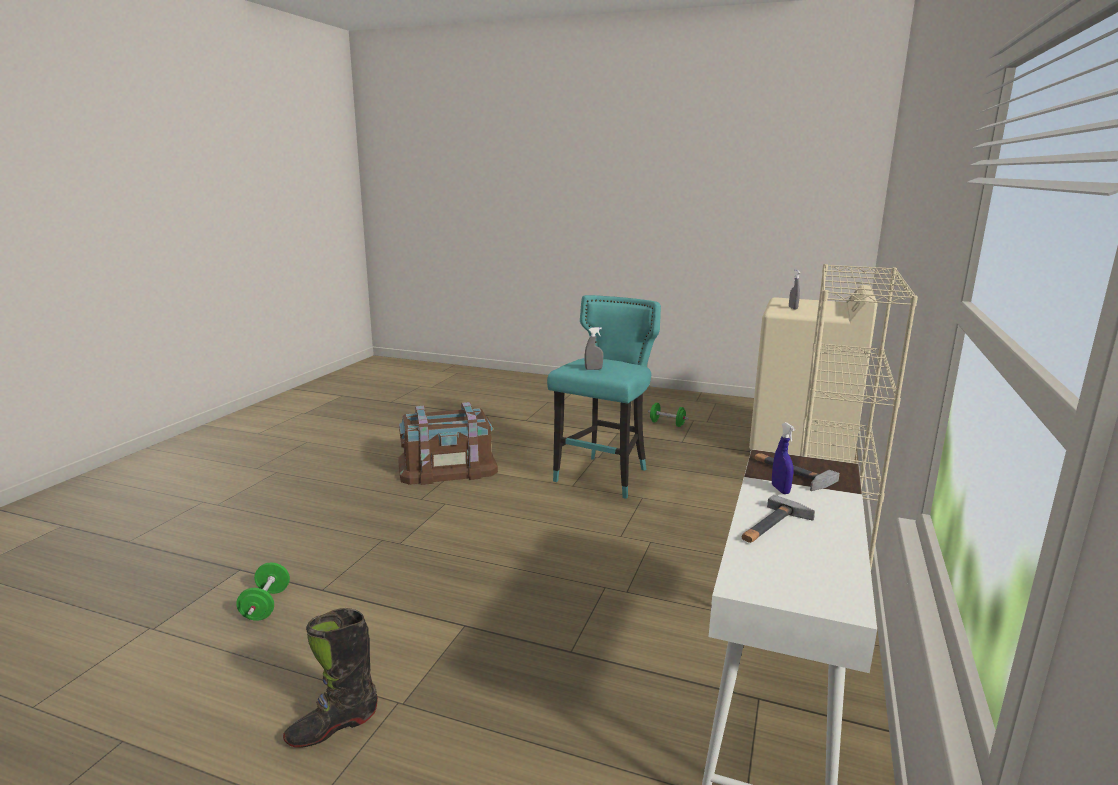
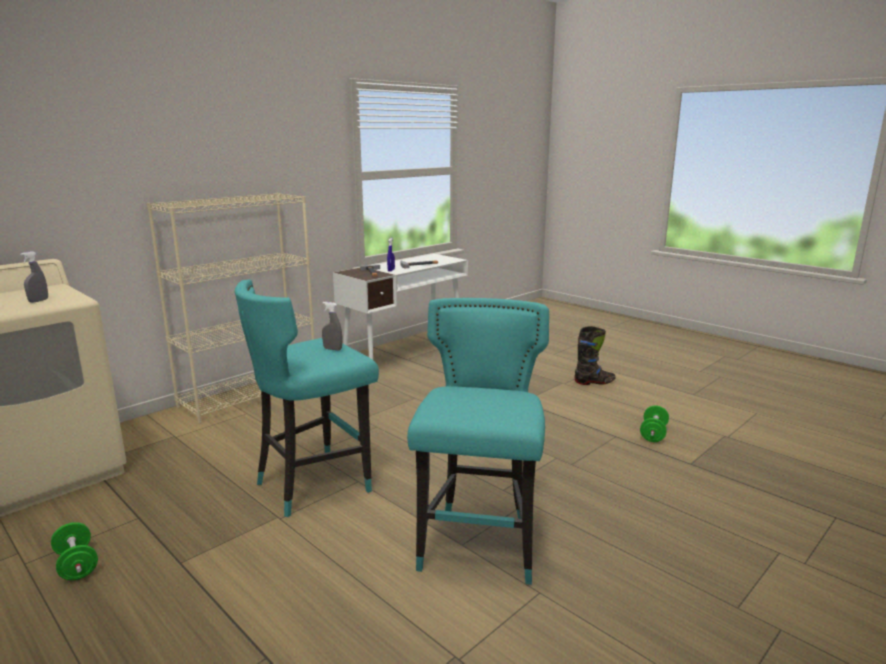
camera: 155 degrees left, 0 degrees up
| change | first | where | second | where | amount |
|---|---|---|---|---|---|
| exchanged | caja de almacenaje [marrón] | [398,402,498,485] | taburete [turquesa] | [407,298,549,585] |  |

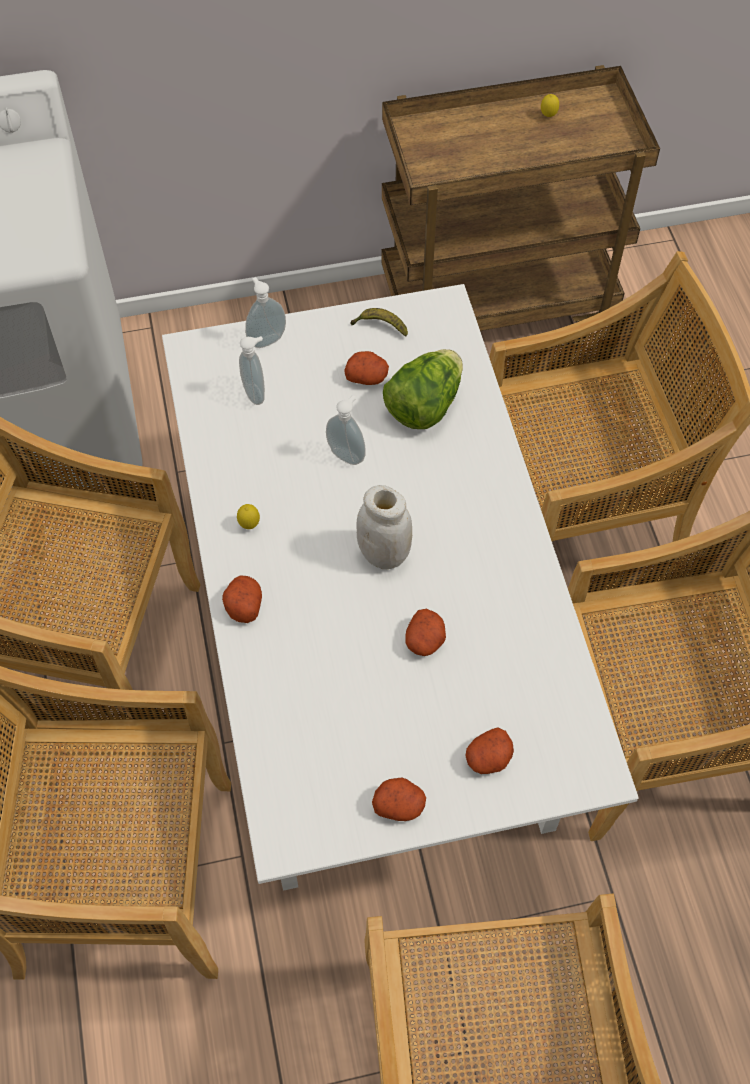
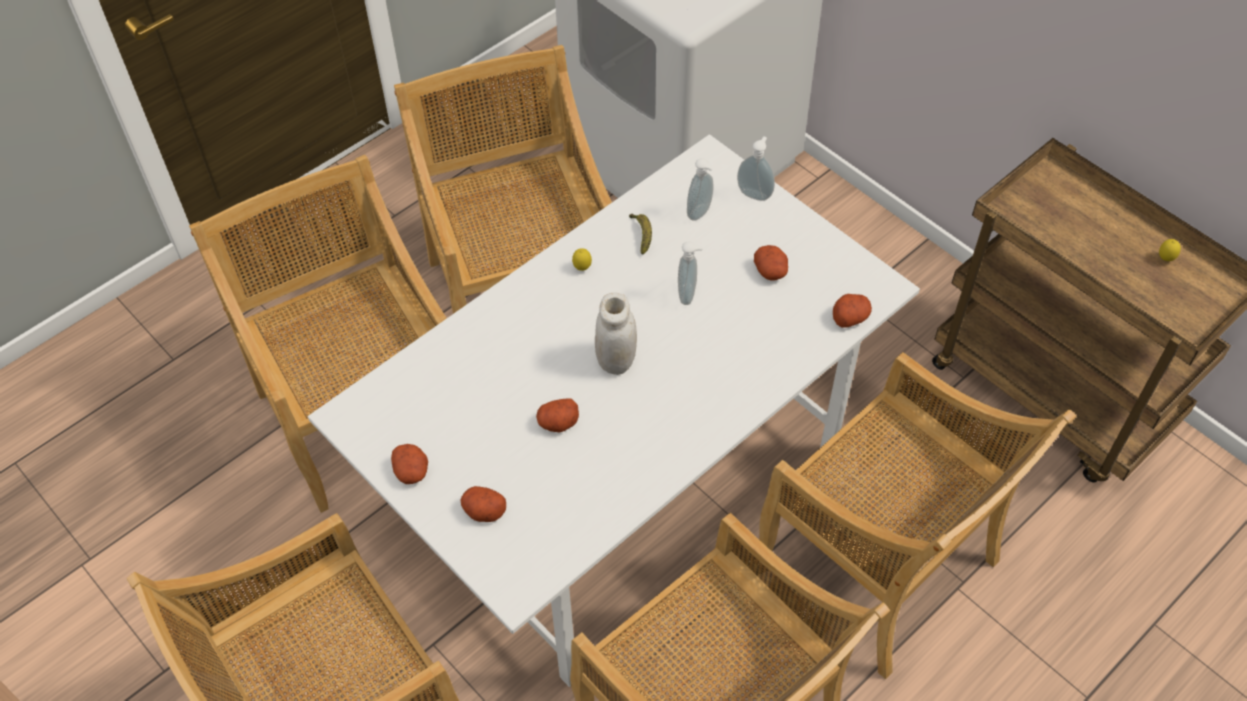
camera: 60 degrees right, 5 degrees down
| change | first | where | second | where | amount |
|---|---|---|---|---|---|
| relocated | plátano | [350,308,408,336] |  | [629,214,652,255] |  |
| relocated | patata | [222,575,262,623] |  | [833,294,872,328] |  |
| missing | lechuga | [383,349,463,429] |  |  |  |

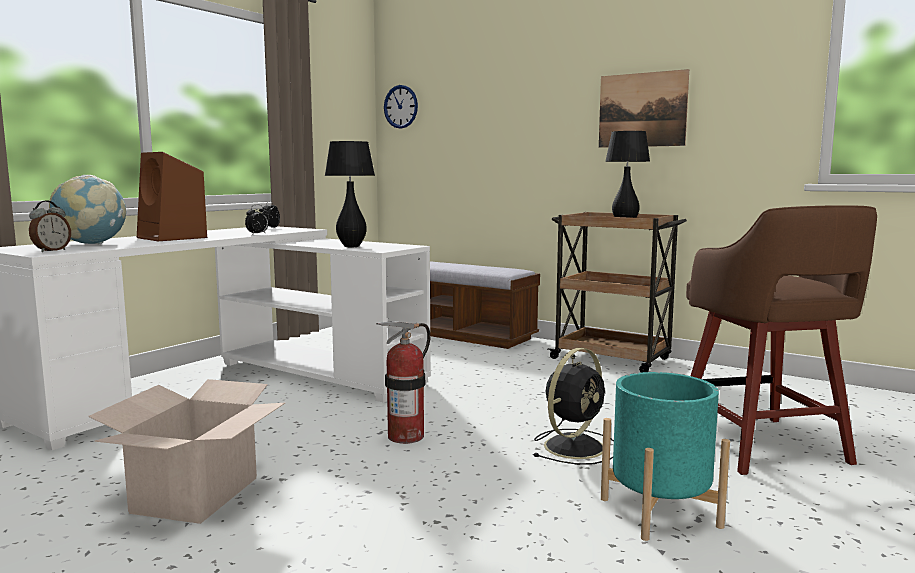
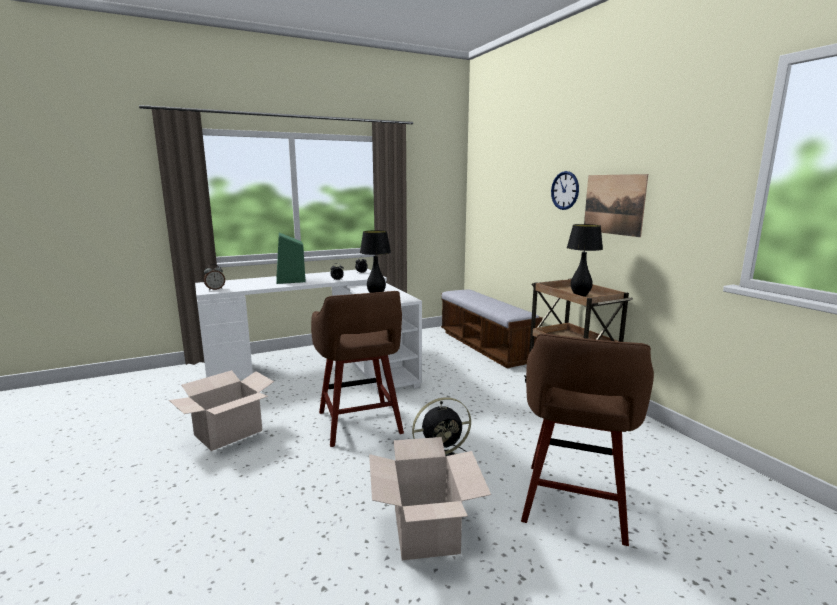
camera: 30 degrees right, 5 degrees up
| change | first | where | second | where | amount |
|---|---|---|---|---|---|
| colour | altavoz [marrón] | [137,152,207,241] | altavoz [verde] | [276,233,306,284] |  |
| exchanged | extintor | [376,321,430,444] | taburete [marrón] | [311,291,404,447] |  |
| exchanged | maceta [turquesa] | [601,372,730,541] | caja de cartón | [369,437,491,560] |  |
| relocated | reloj de pared | [384,85,418,129] |  | [551,171,579,210] |  |
| missing | globo terráqueo | [49,175,126,244] |  |  |  |

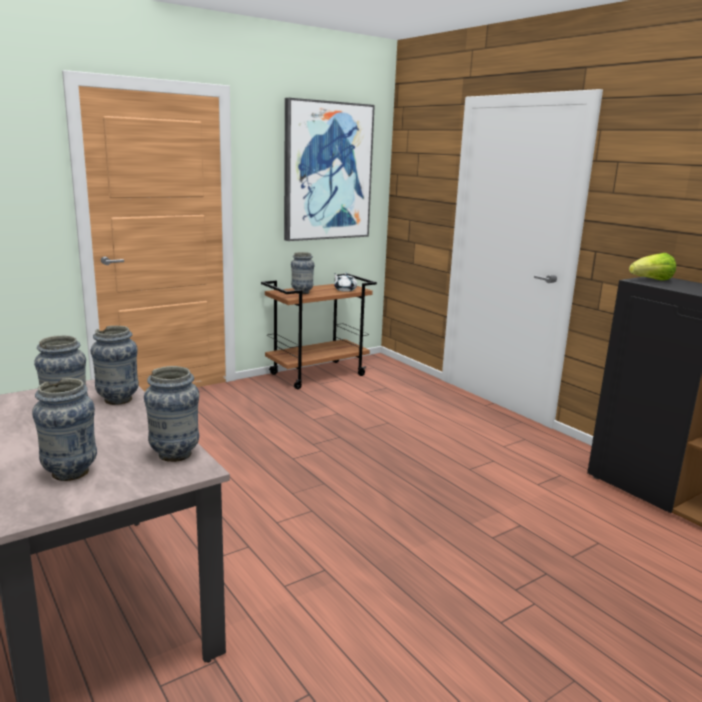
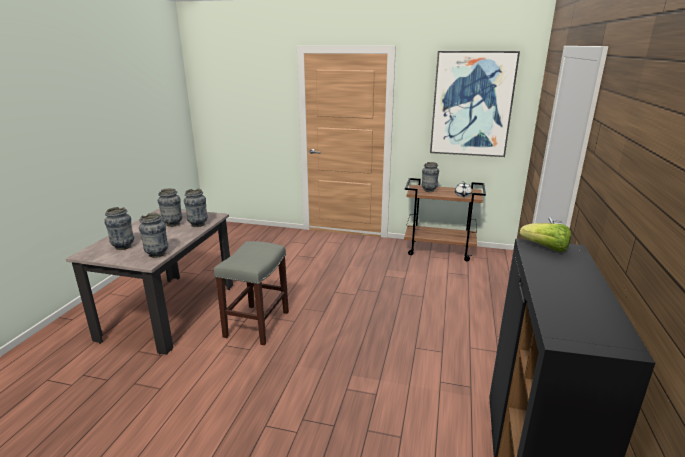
camera: 50 degrees right, 5 degrees up
| change | first | where | second | where | amount |
|---|---|---|---|---|---|
| appeared |  |  | taburete [gris] | [214,241,289,345] |  |

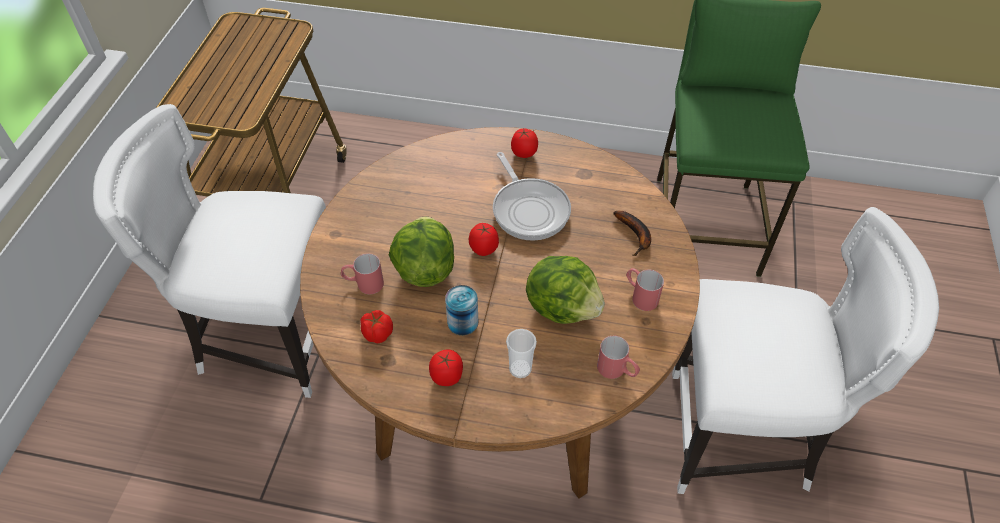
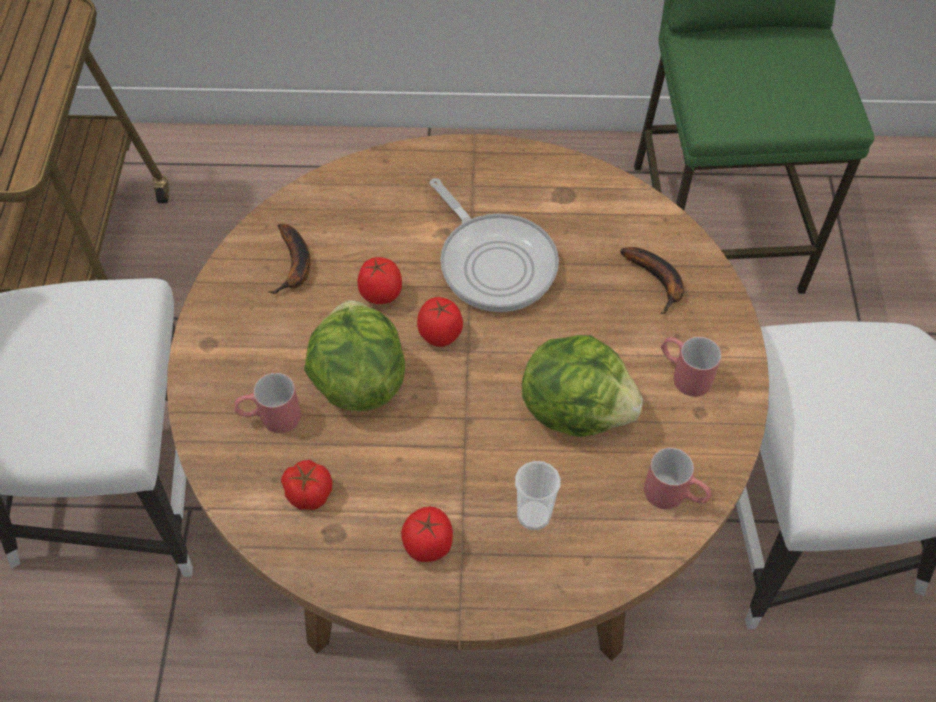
camera: 10 degrees left, 5 degrees up
| change | first | where | second | where | amount |
|---|---|---|---|---|---|
| appeared |  |  | plátano | [268,224,311,294] |  |
| relocated | tomate | [511,129,538,158] |  | [357,257,402,304] |  |
| missing | lata | [445,285,478,335] |  |  |  |

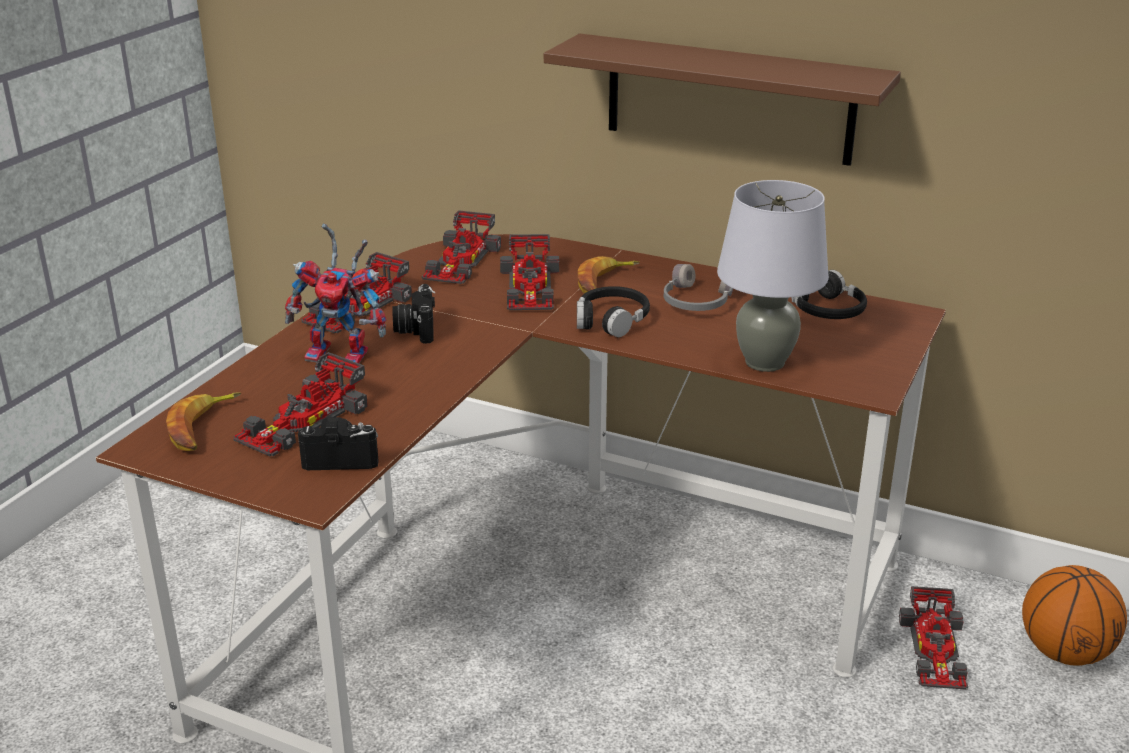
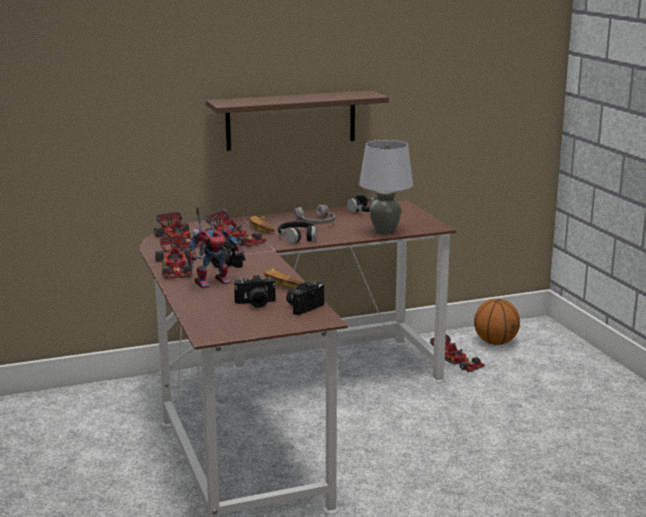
camera: 45 degrees left, 10 degrees down
| change | first | where | second | where | amount |
|---|---|---|---|---|---|
| exchanged | coche de juguete | [233,352,368,456] | cámara | [234,275,276,308] |  |
| relocated | plátano | [166,392,241,451] |  | [264,267,304,288] |  |

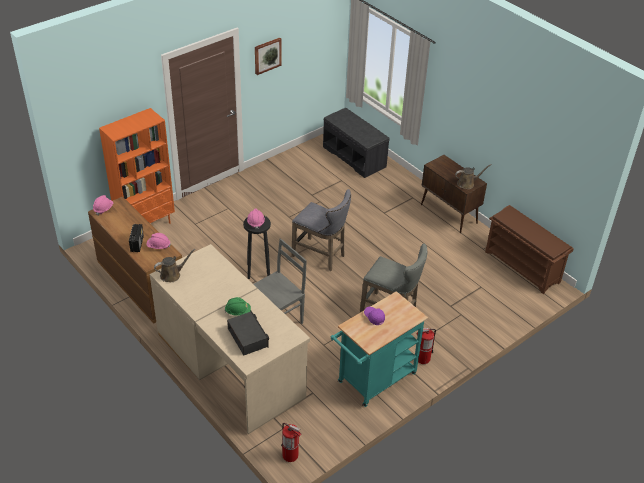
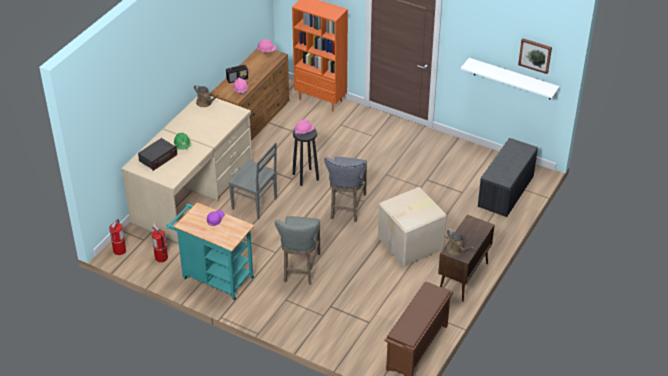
camera: 70 degrees right, 0 degrees up
| change | first | where | second | where | amount |
|---|---|---|---|---|---|
| relocated | extintor | [416,328,436,364] |  | [152,223,168,262] |  |
| appeared |  |  | caja de cartón | [378,187,447,266] |  |
| appeared |  |  | estante [blanco] | [461,58,560,100] |  |
| relocated | cuadro | [255,38,282,75] |  | [518,38,552,74] |  |

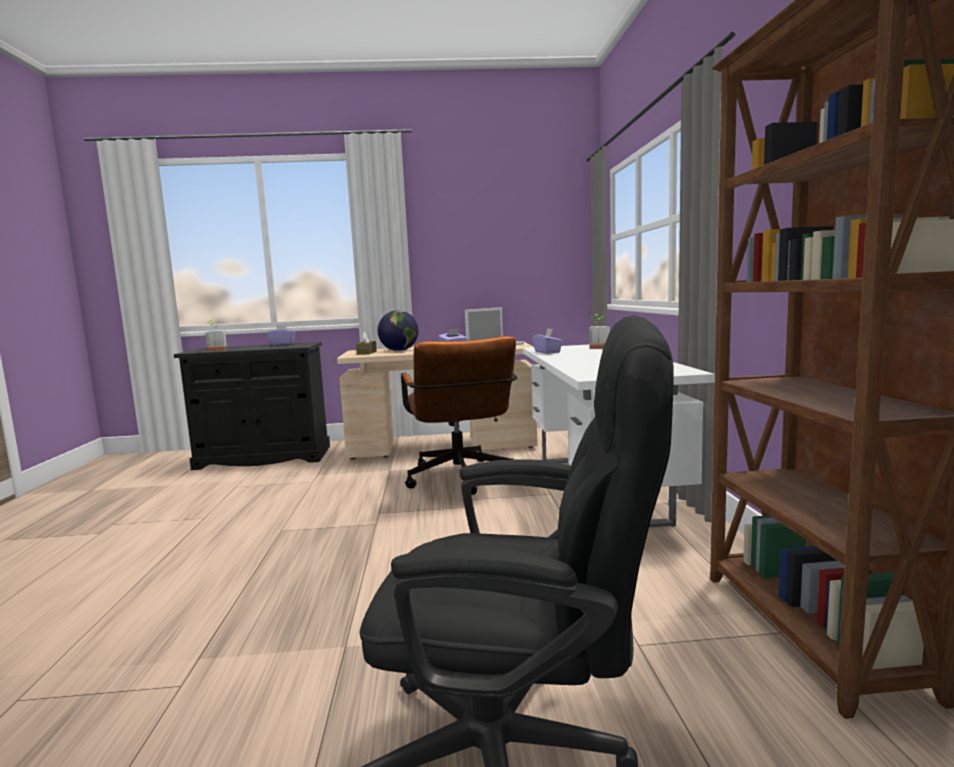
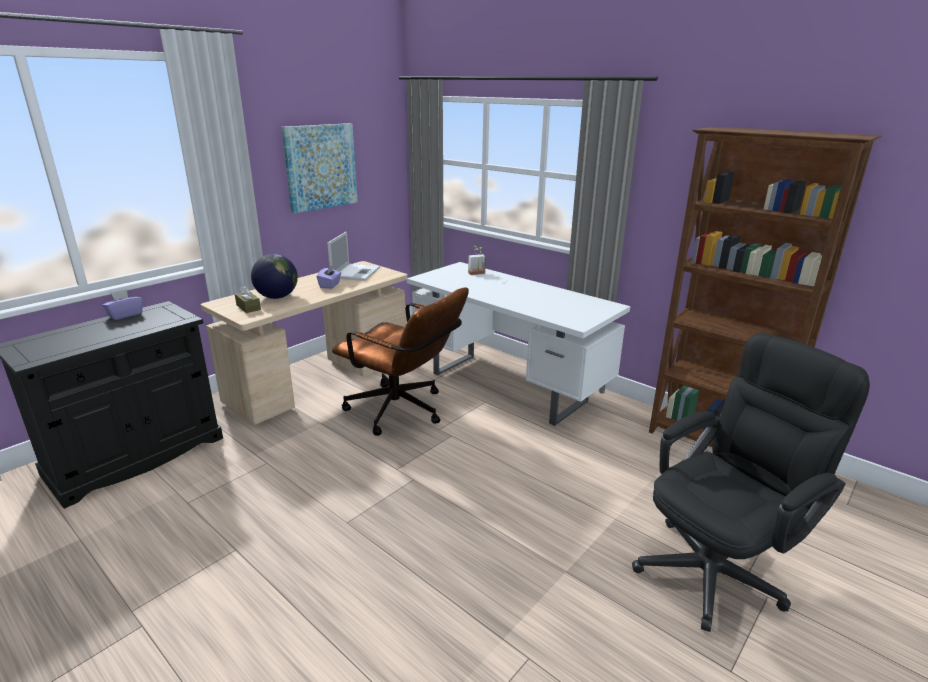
camera: 45 degrees left, 15 degrees up
| change | first | where | second | where | amount |
|---|---|---|---|---|---|
| appeared |  |  | cuadro | [281,123,358,213] |  |
| missing | planta en maceta | [205,320,227,352] |  |  |  |
| missing | caja de pañuelos [morado] | [532,328,563,354] |  |  |  |

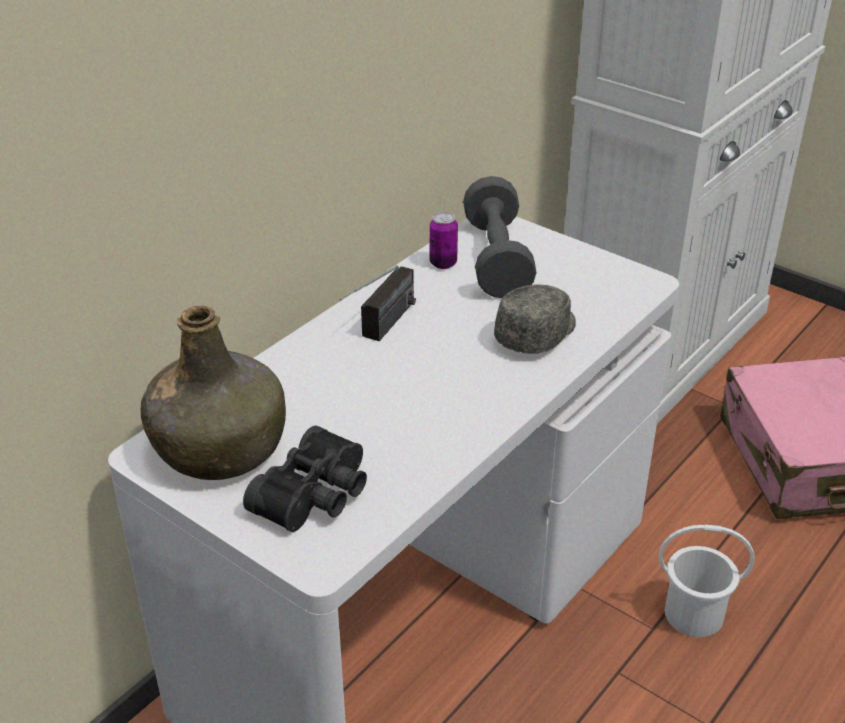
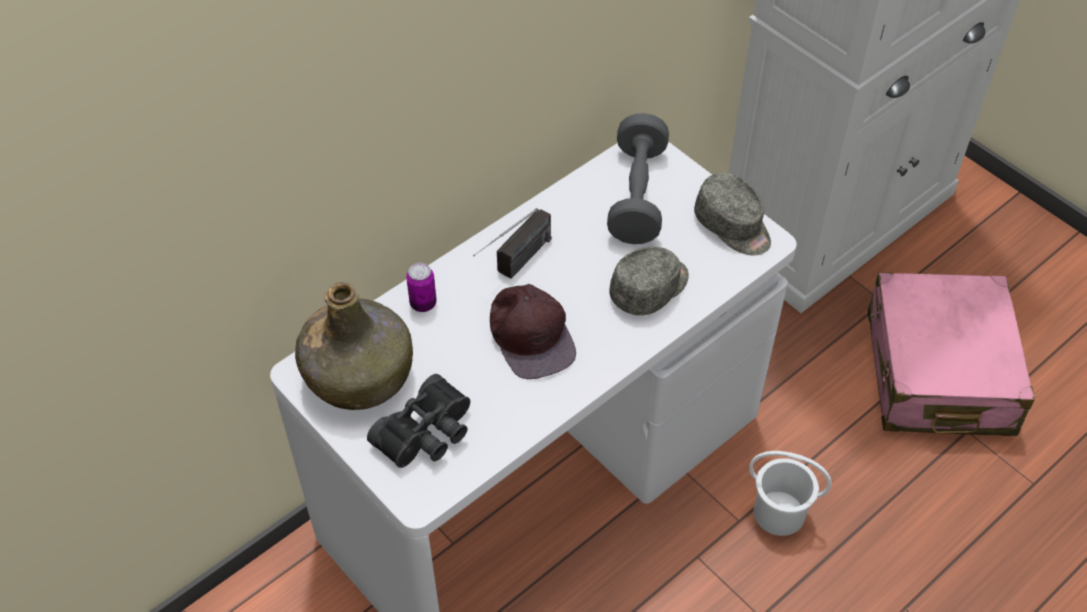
camera: 10 degrees right, 15 degrees up
| change | first | where | second | where | amount |
|---|---|---|---|---|---|
| relocated | lata | [430,212,458,269] |  | [406,263,437,312] |  |
| appeared |  |  | gorra [marrón] | [490,284,576,379] |  |
| appeared |  |  | gorra [gris] | [694,173,771,256] |  |

